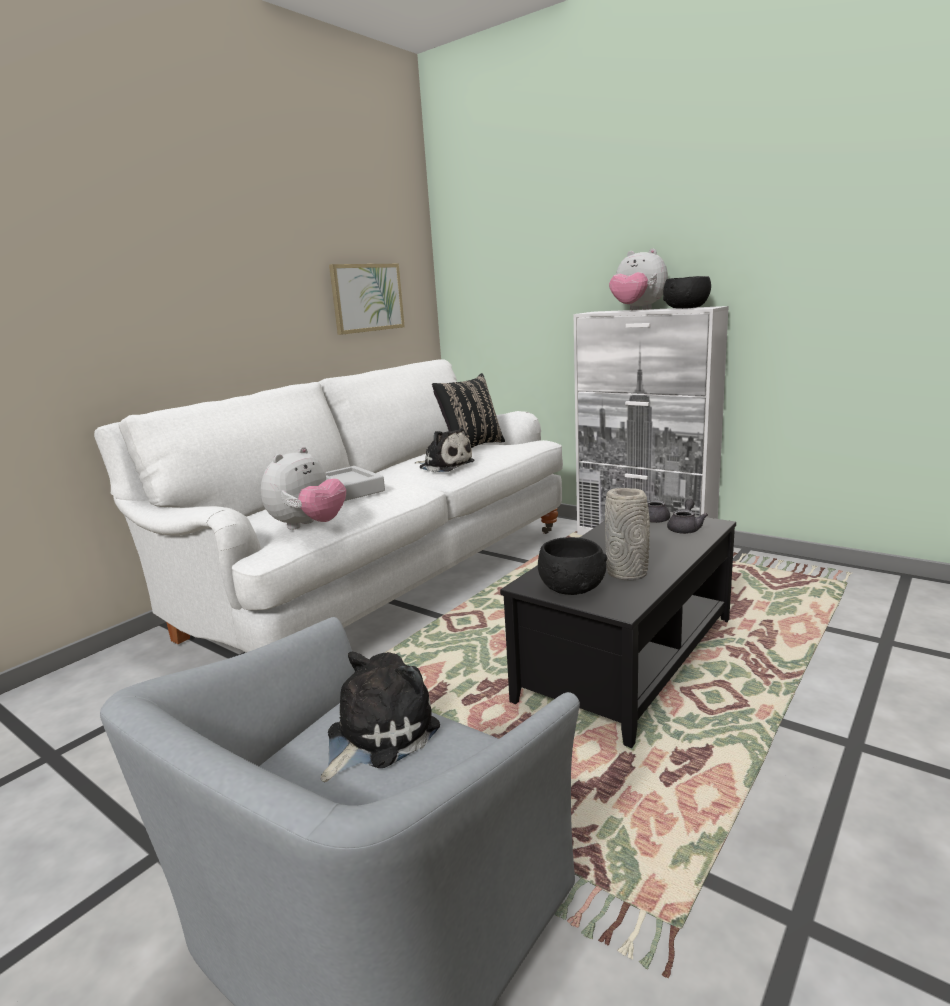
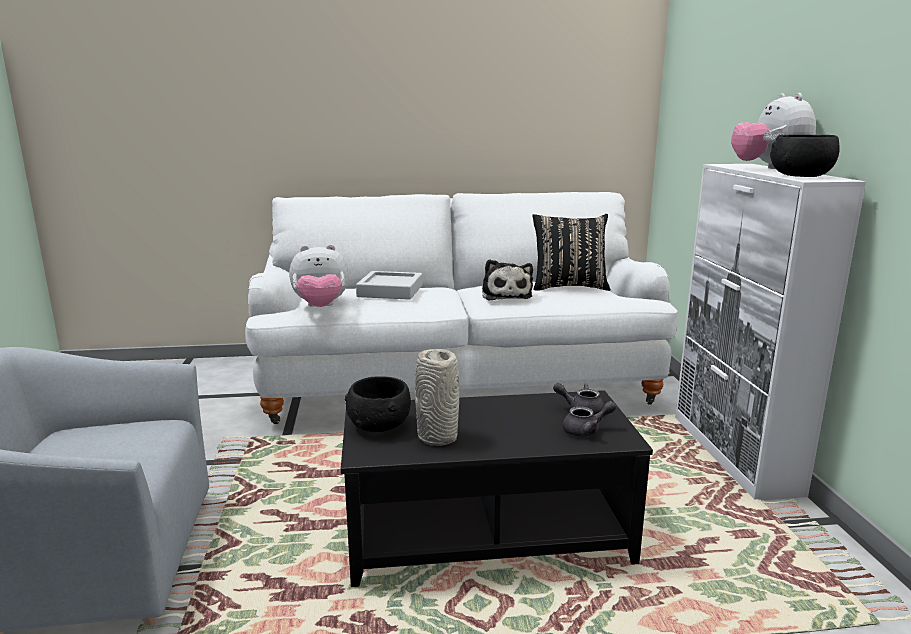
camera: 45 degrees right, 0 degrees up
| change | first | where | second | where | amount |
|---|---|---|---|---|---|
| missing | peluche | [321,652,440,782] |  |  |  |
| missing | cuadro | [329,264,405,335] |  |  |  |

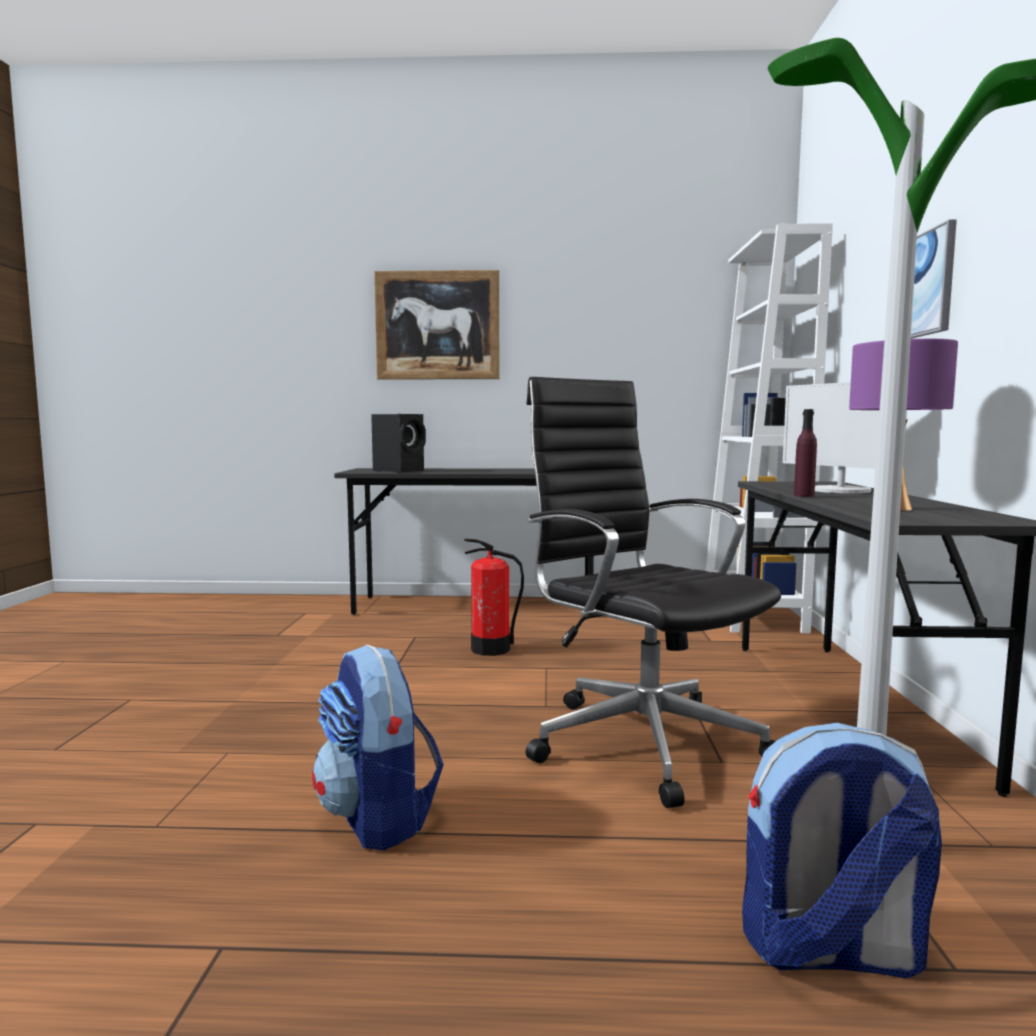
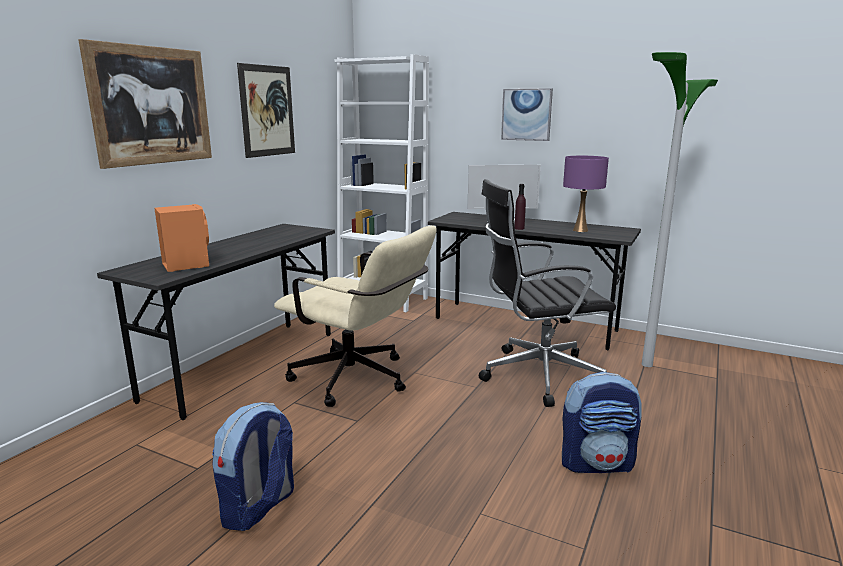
camera: 65 degrees left, 10 degrees up
| change | first | where | second | where | amount |
|---|---|---|---|---|---|
| colour | altavoz [negro] | [371,414,426,473] | altavoz [naranja] | [154,204,209,272] |  |
| relocated | mochila | [742,723,942,978] |  | [212,402,294,531] |  |
| appeared |  |  | cuadro | [237,63,295,158] |  |
| exchanged | extintor | [464,539,524,656] | silla de oficina [beis] | [274,226,437,407] |  |

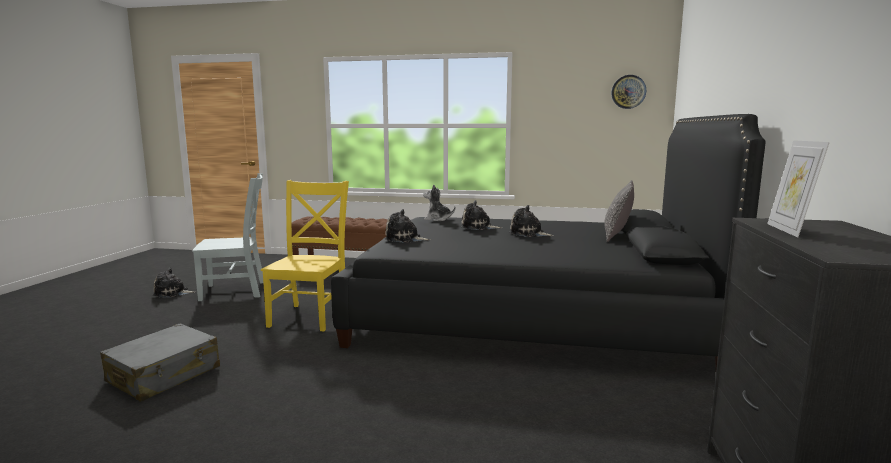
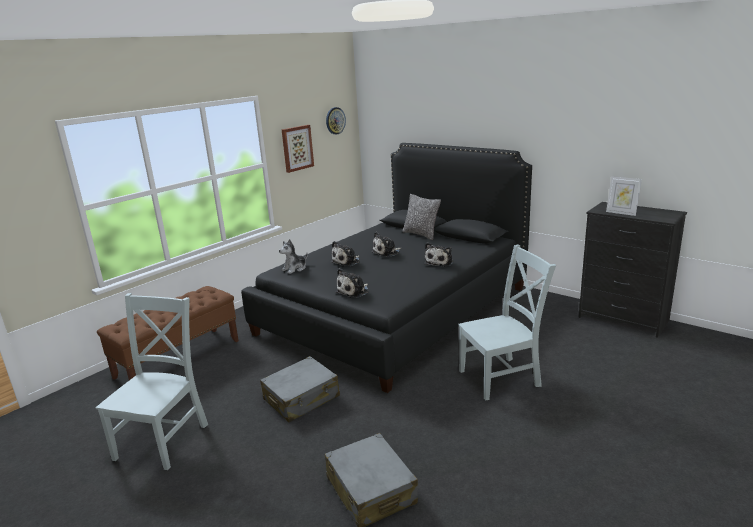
camera: 60 degrees left, 10 degrees up
| change | first | where | second | where | amount |
|---|---|---|---|---|---|
| exchanged | silla [amarillo] | [261,180,349,331] | maleta [gris] | [260,356,340,422] |  |
| appeared |  |  | cuadro | [282,125,314,173] |  |
| relocated | peluche | [153,268,196,297] |  | [424,242,453,267] |  |
| appeared |  |  | silla [gris] | [458,244,556,400] |  |

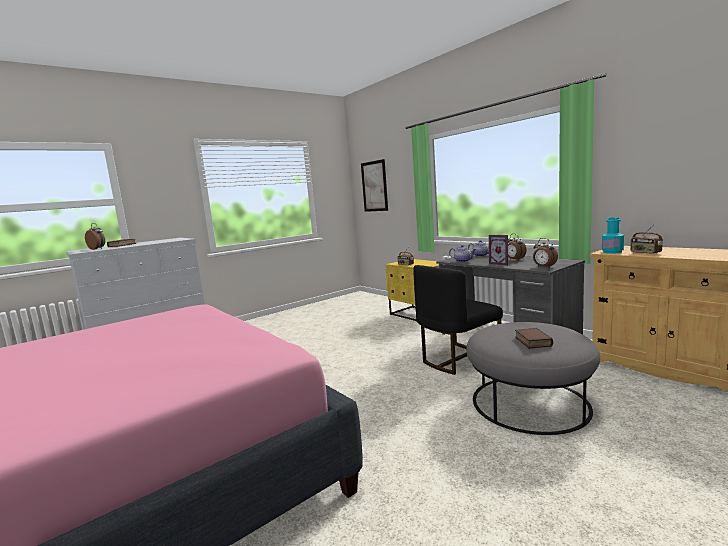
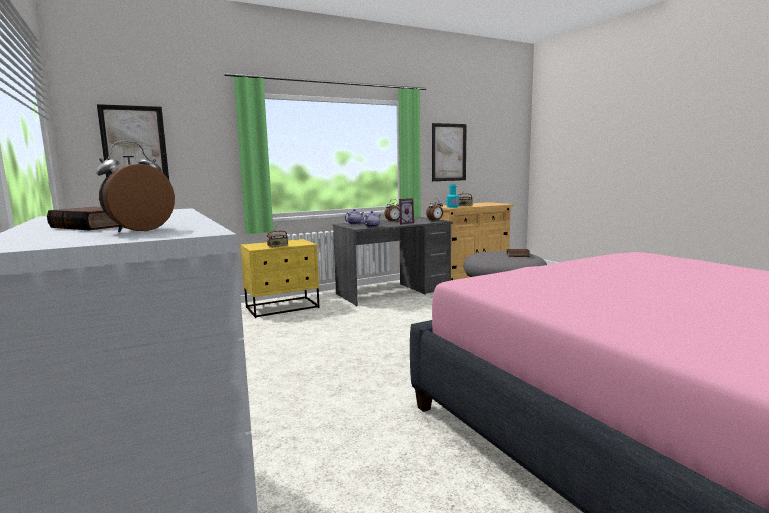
camera: 80 degrees left, 0 degrees up
| change | first | where | second | where | amount |
|---|---|---|---|---|---|
| appeared |  |  | cuadro | [432,123,467,181] |  |
| missing | silla [negro] | [413,265,503,375] |  |  |  |

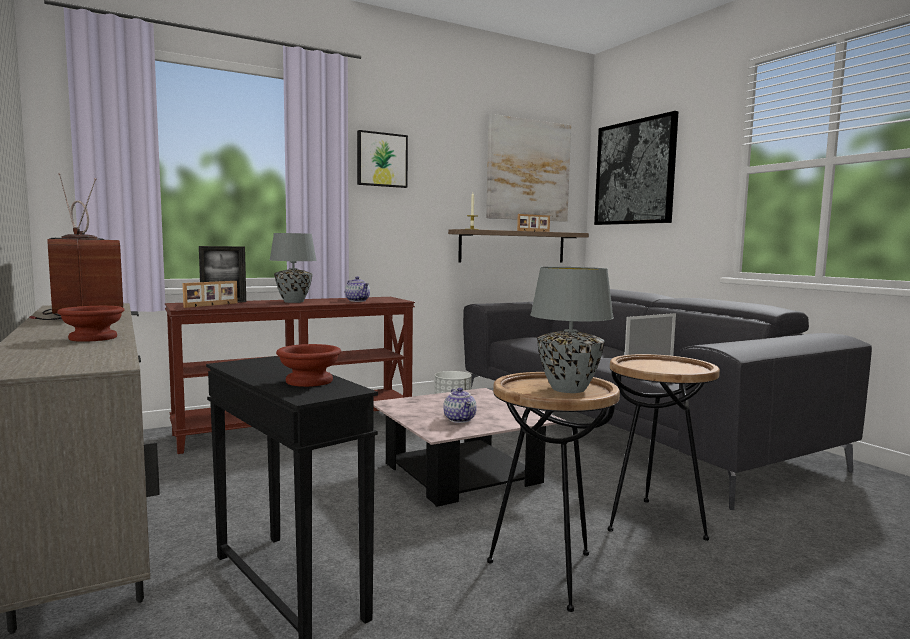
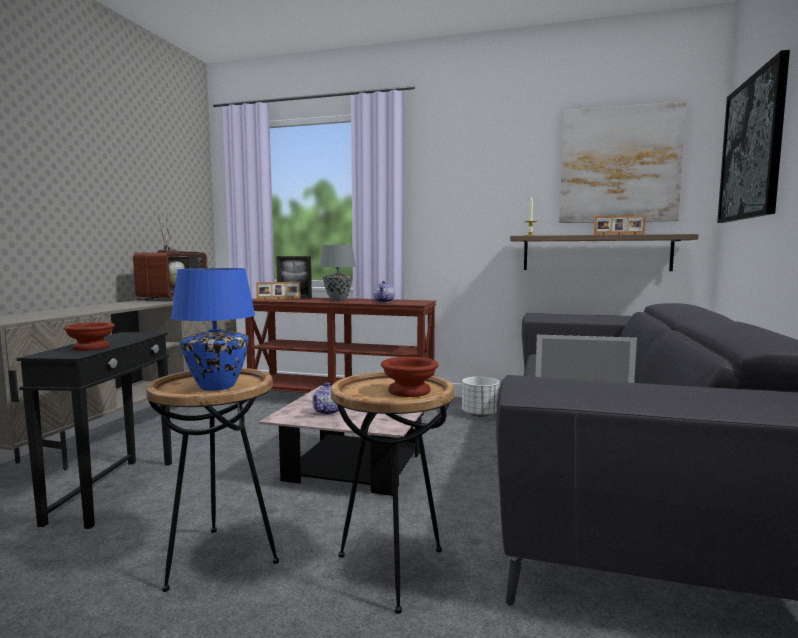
camera: 45 degrees right, 0 degrees up
| change | first | where | second | where | amount |
|---|---|---|---|---|---|
| colour | lámpara de mesa [gris] | [530,267,614,393] | lámpara de mesa [azul] | [171,268,255,391] |  |
| relocated | cuenco [marrón] | [57,306,124,342] |  | [381,357,438,397] |  |
| missing | cuadro | [357,130,408,188] |  |  |  |

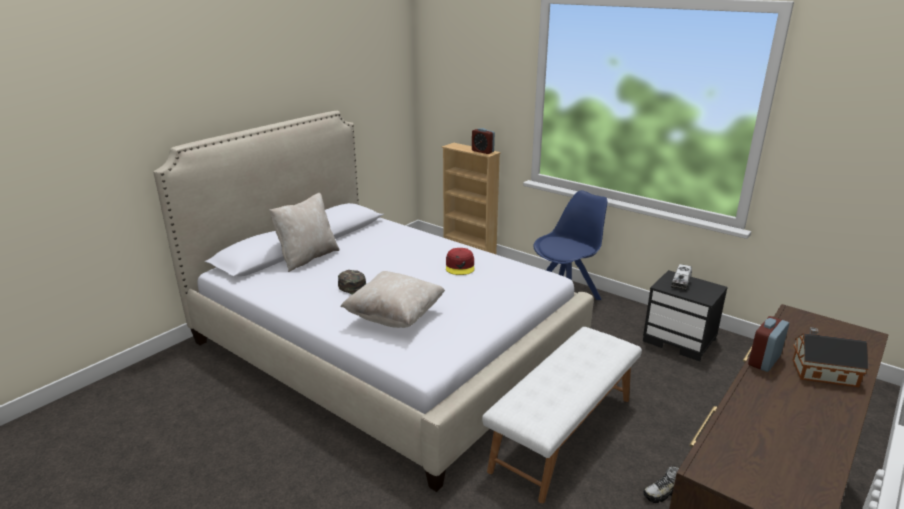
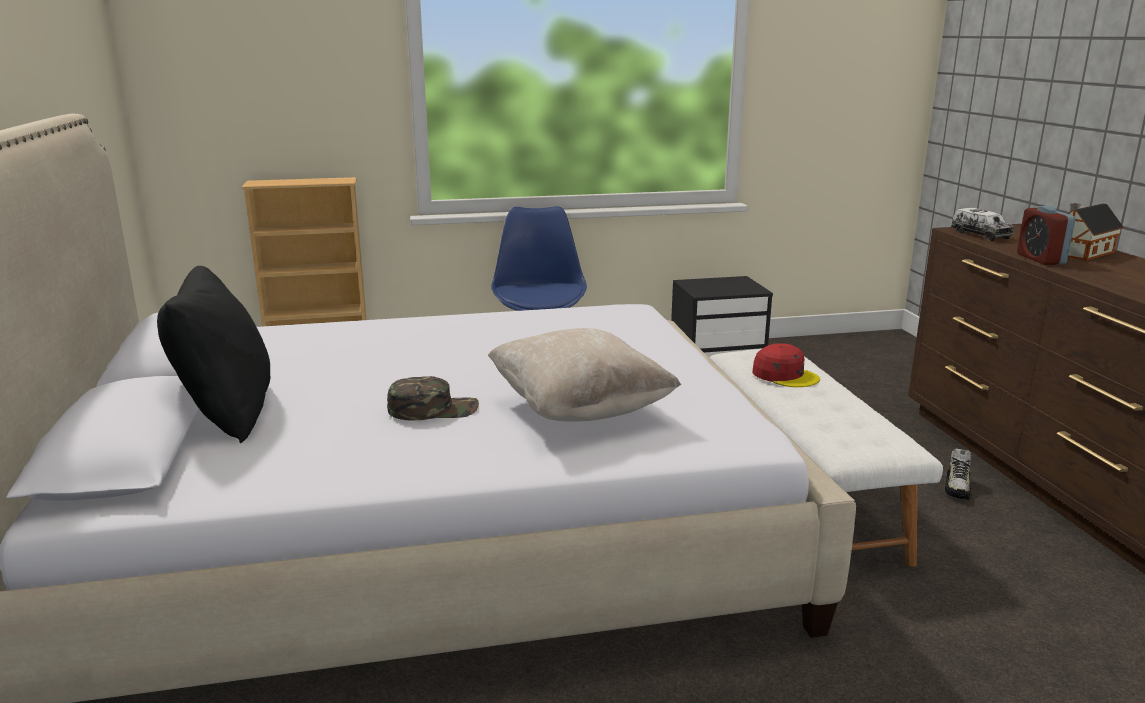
camera: 50 degrees left, 5 degrees down
| change | first | where | second | where | amount |
|---|---|---|---|---|---|
| colour | cojín [beis] | [269,193,339,272] | cojín [negro] | [157,266,270,443] |  |
| relocated | gorra [rojo] | [446,248,474,275] |  | [752,343,820,387] |  |
| relocated | camión de juguete | [671,264,692,291] |  | [951,208,1014,241] |  |
| missing | despertador | [472,128,495,154] |  |  |  |

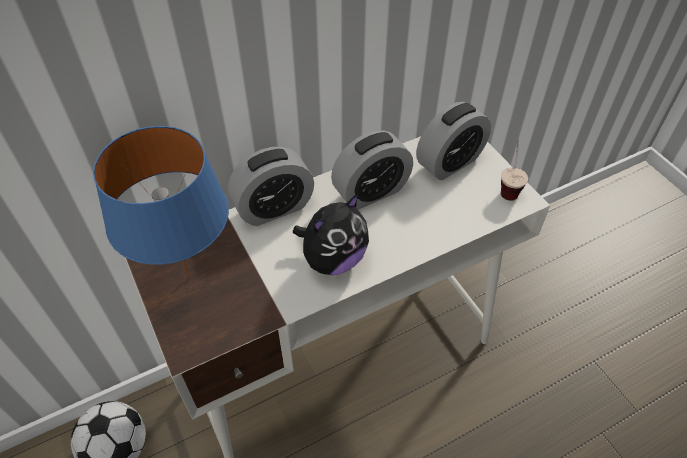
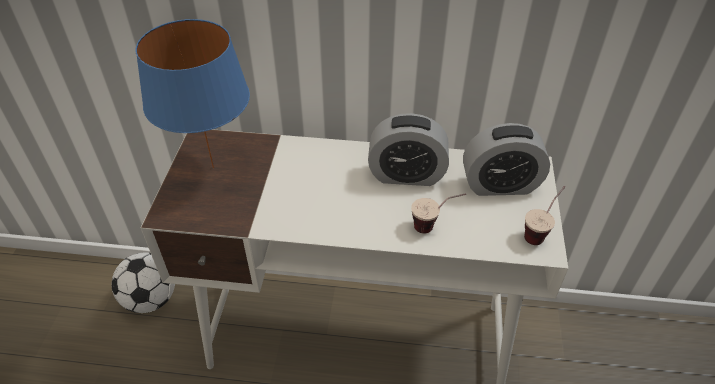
camera: 35 degrees right, 5 degrees down
| change | first | where | second | where | amount |
|---|---|---|---|---|---|
| appeared |  |  | taza | [411,193,466,234] |  |
| missing | despertador | [228,147,314,226] |  |  |  |
| missing | peluche | [293,194,369,275] |  |  |  |

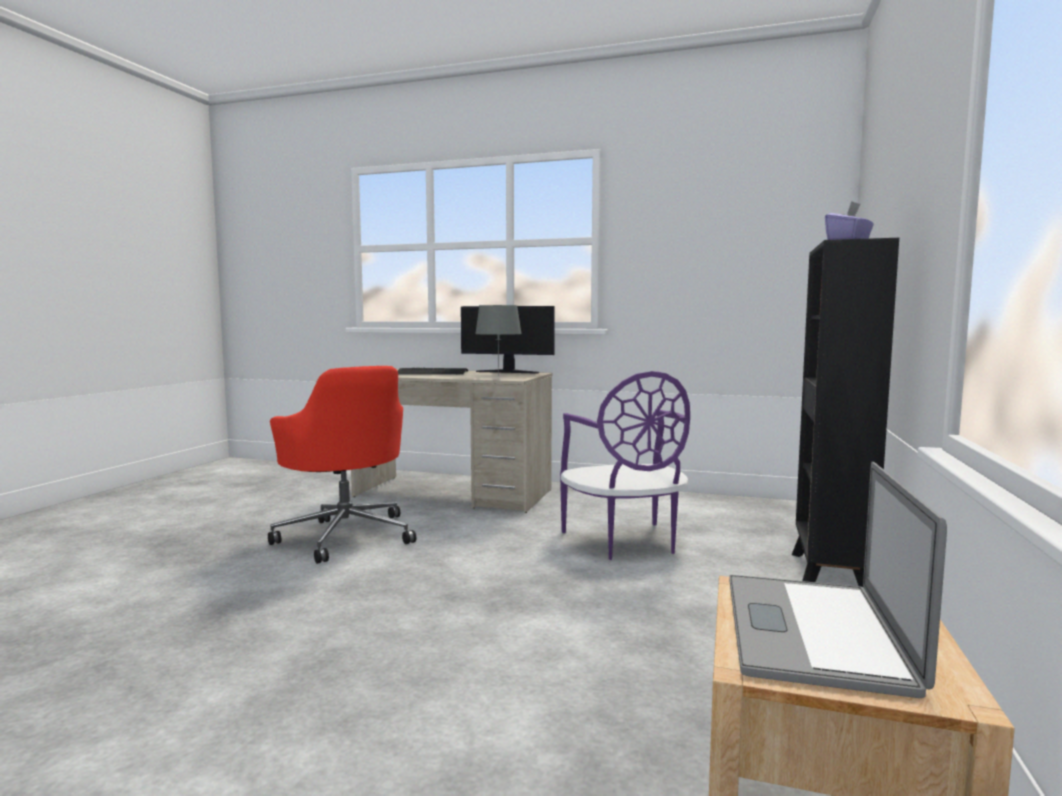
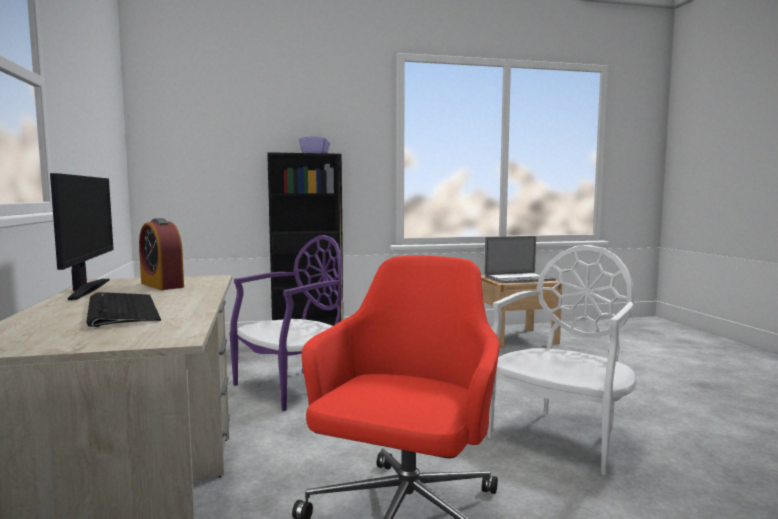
camera: 120 degrees left, 0 degrees up
| change | first | where | second | where | amount |
|---|---|---|---|---|---|
| exchanged | lámpara de mesa [gris] | [475,305,522,376] | despertador | [139,218,184,290] |  |
| appeared |  |  | silla [blanco] | [487,245,637,475] |  |

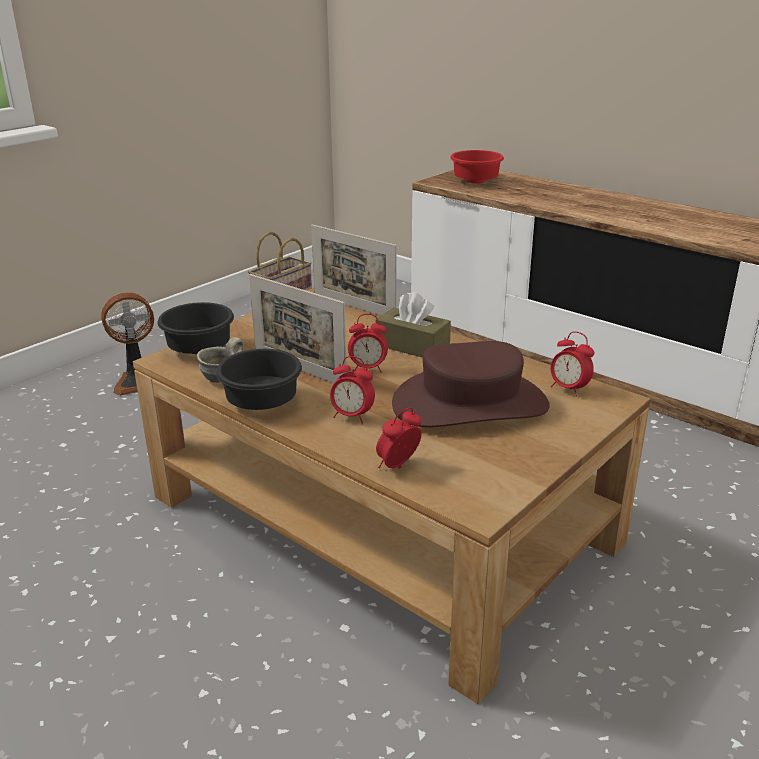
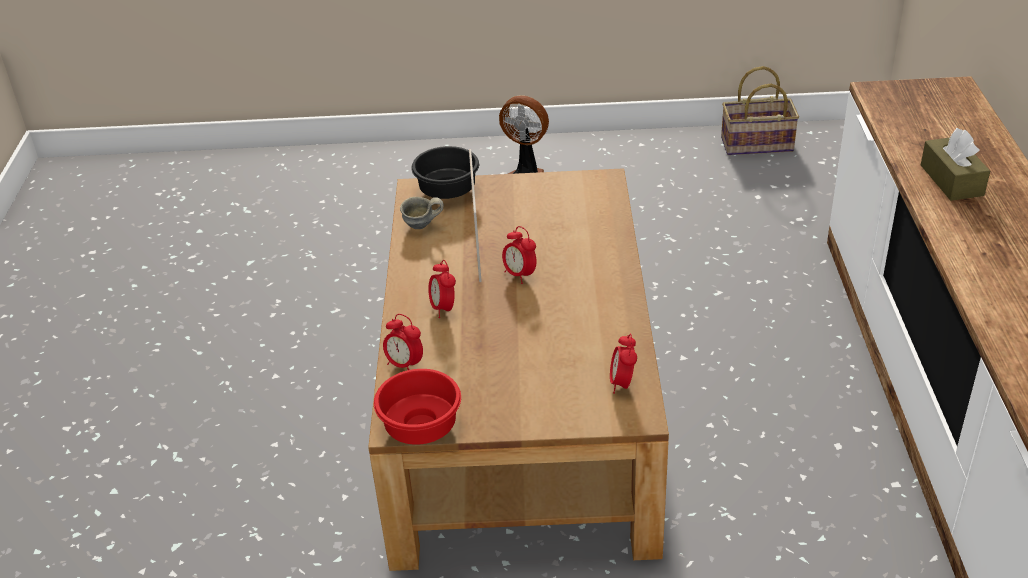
camera: 50 degrees right, 10 degrees up
| change | first | where | second | where | amount |
|---|---|---|---|---|---|
| relocated | cuenco [rojo] | [450,150,504,183] |  | [374,369,461,445] |  |
| spun | despertador | [376,407,422,469] |  | [383,314,423,370] | 150 degrees counterclockwise |
| relocated | caja de pañuelos [marrón] | [375,292,451,358] |  | [921,128,990,201] |  |
| missing | cuenco [negro] | [216,349,302,410] |  |  |  |
| missing | portarretratos | [311,225,397,315] |  |  |  |
| missing | sombrero [marrón] | [392,341,550,427] |  |  |  |

